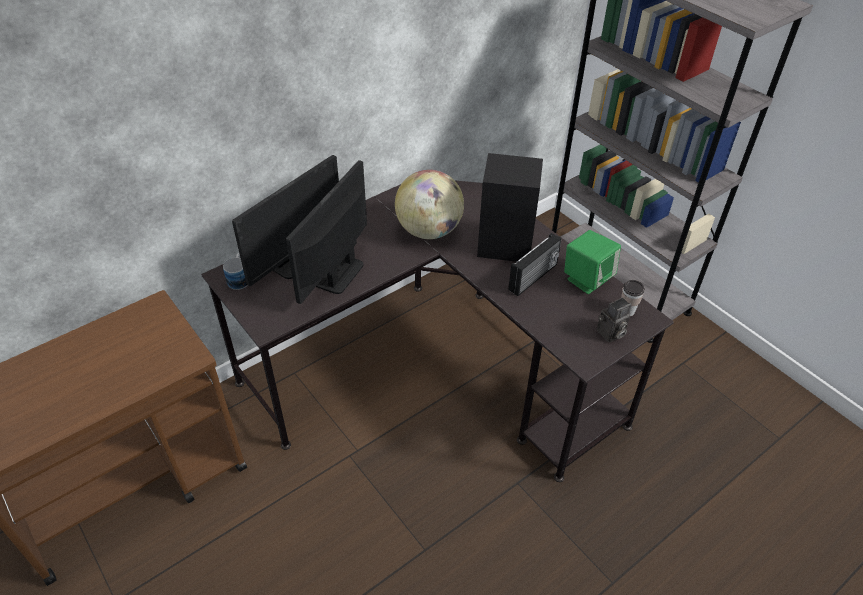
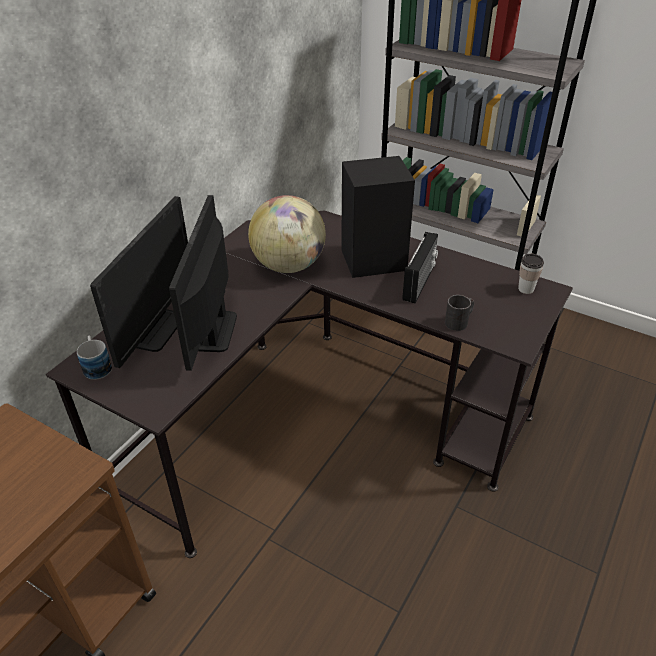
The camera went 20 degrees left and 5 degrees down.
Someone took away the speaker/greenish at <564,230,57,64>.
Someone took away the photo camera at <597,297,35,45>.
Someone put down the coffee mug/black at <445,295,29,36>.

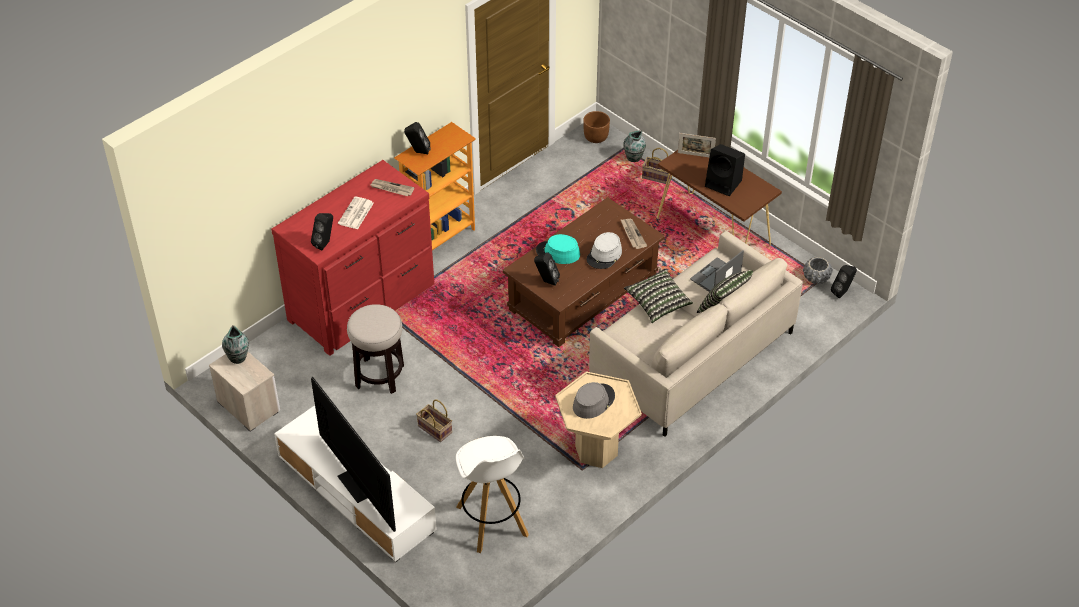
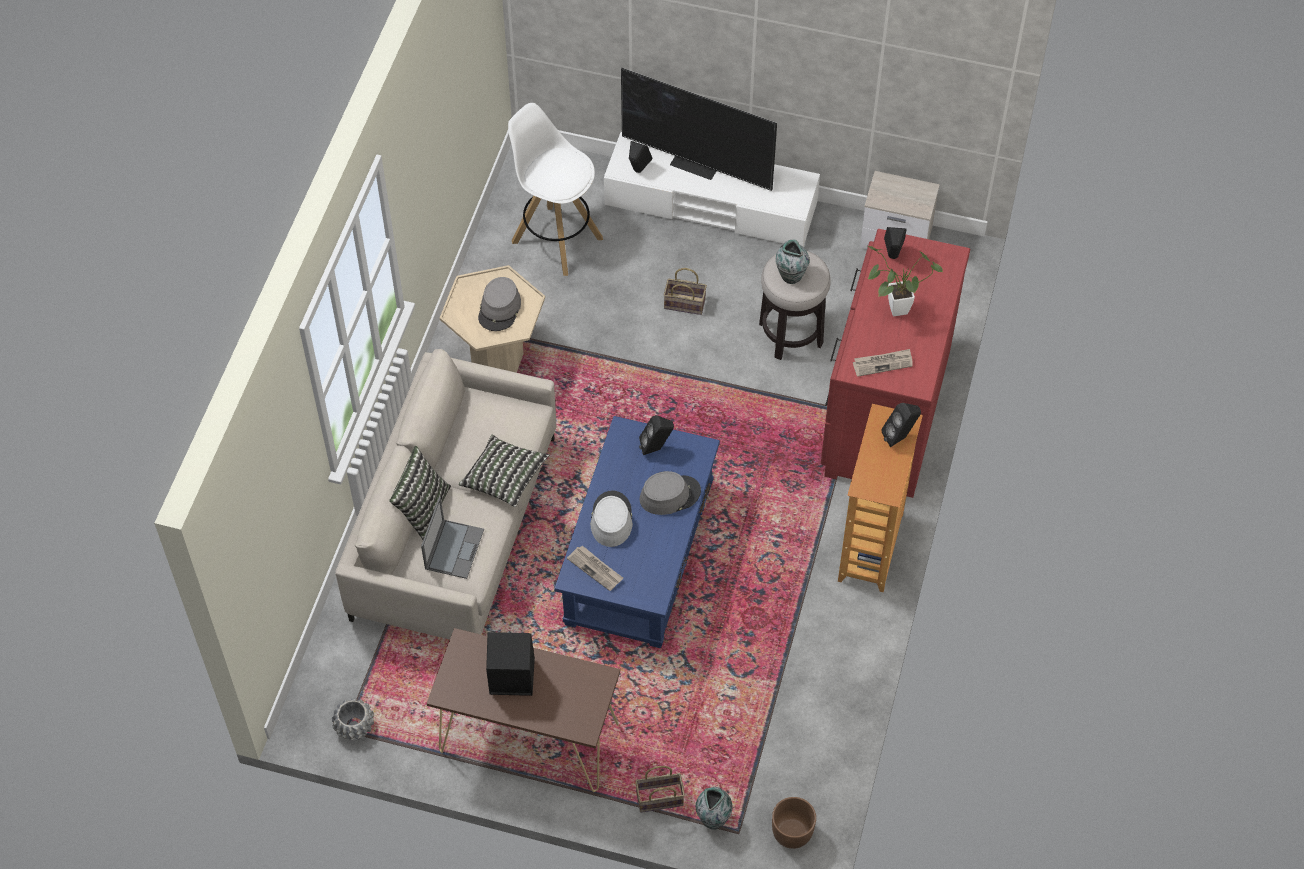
The camera went 150 degrees right and 10 degrees up.
Someone took away the standing frame at <678,133,38,24>.
Someone swapped the printed paper at <338,196,36,33> for the potted plant at <868,246,75,70>.
Someone repainted the lounge table/brown at <503,197,162,150>, which became the lounge table/blue-coloured at <554,416,166,232>.
Someone repainted the clothing hat/turquoise-coloured at <536,234,44,30>, which became the clothing hat/gray at <640,471,61,44>.
Someone carried the speaker/black from <831,265,26,33> to <629,141,23,32>.
Someone carried the flower vase from <222,325,27,39> to <775,240,35,44>.

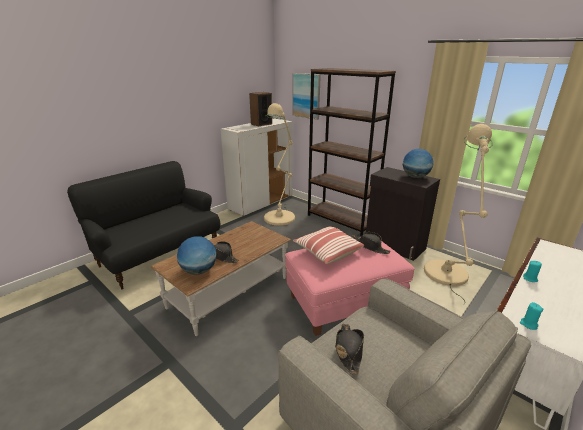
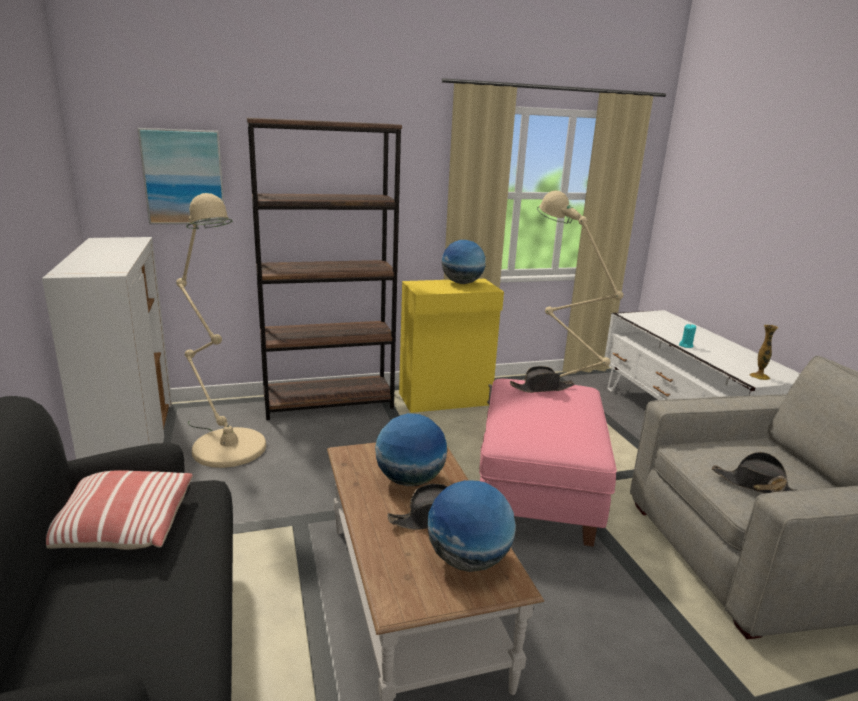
The camera went 60 degrees left and 5 degrees down.
Someone took away the speaker at <249,92,23,35>.
Someone repainted the cabinet/black at <366,167,74,94>, which became the cabinet/yellowish at <399,279,105,134>.
Someone carried the cushion from <293,226,71,38> to <46,470,147,80>.
Someone swapped the wax candle/turquoise-coloured at <520,302,23,28> for the flower vase at <750,325,28,55>.
Someone put down the desk globe at <375,413,72,73>.

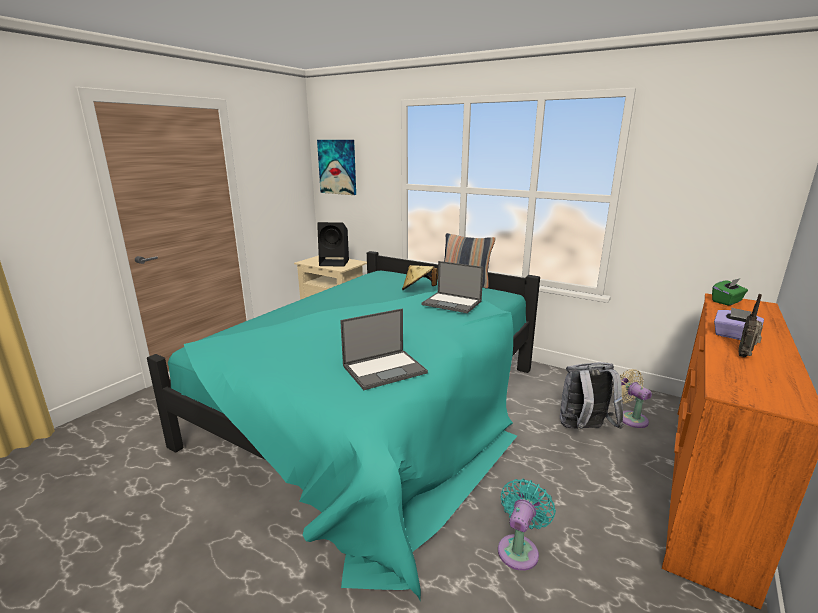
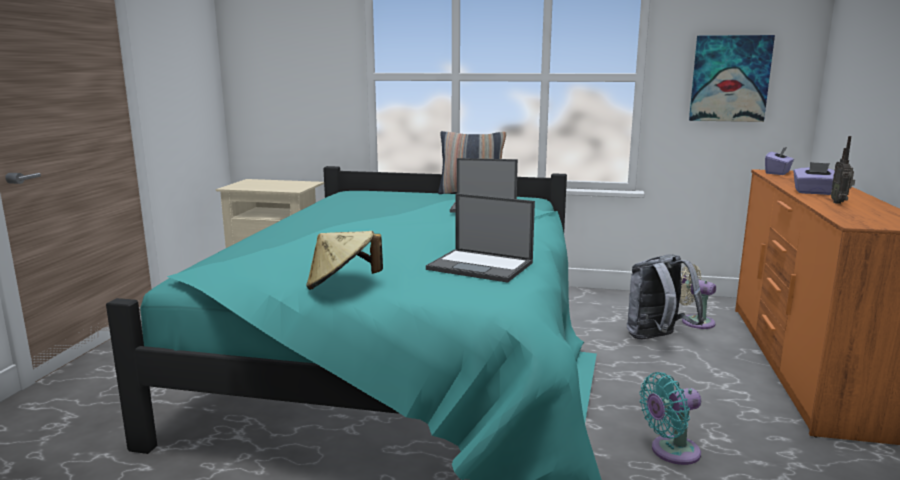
The camera went 20 degrees left and 5 degrees down.
Someone carried the wall art from <317,140,39,55> to <689,35,86,87>.
Someone took away the speaker/black at <317,222,32,44>.
Someone carried the clothing hat/sand-coloured from <402,265,36,25> to <306,231,77,59>.
Someone repainted the tissue box/greenish at <712,278,36,28>, which became the tissue box/purplish at <765,147,29,28>.
Someone rotated the notebook computer at <340,308,88,82> by 75 degrees clockwise.
Someone rotated the fan/turquoise-coloured at <498,479,58,92> by 120 degrees counterclockwise.

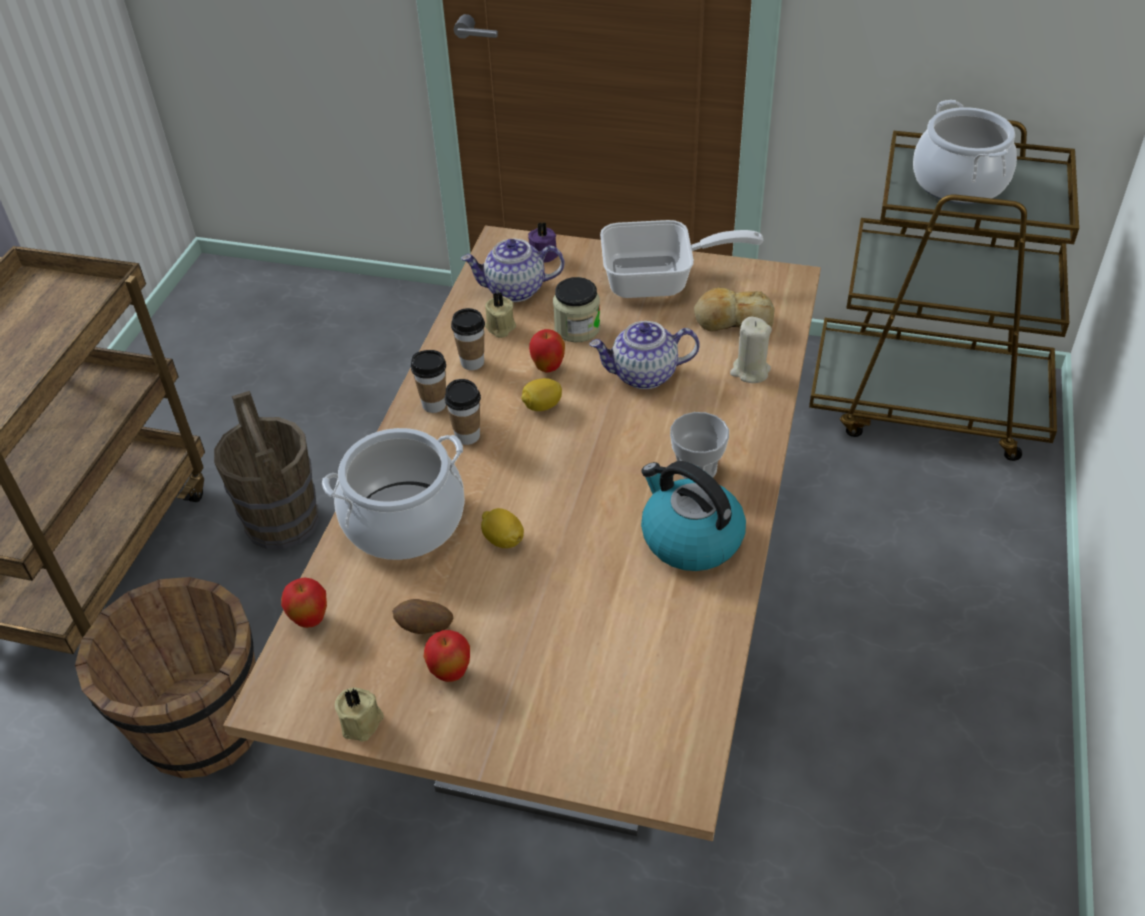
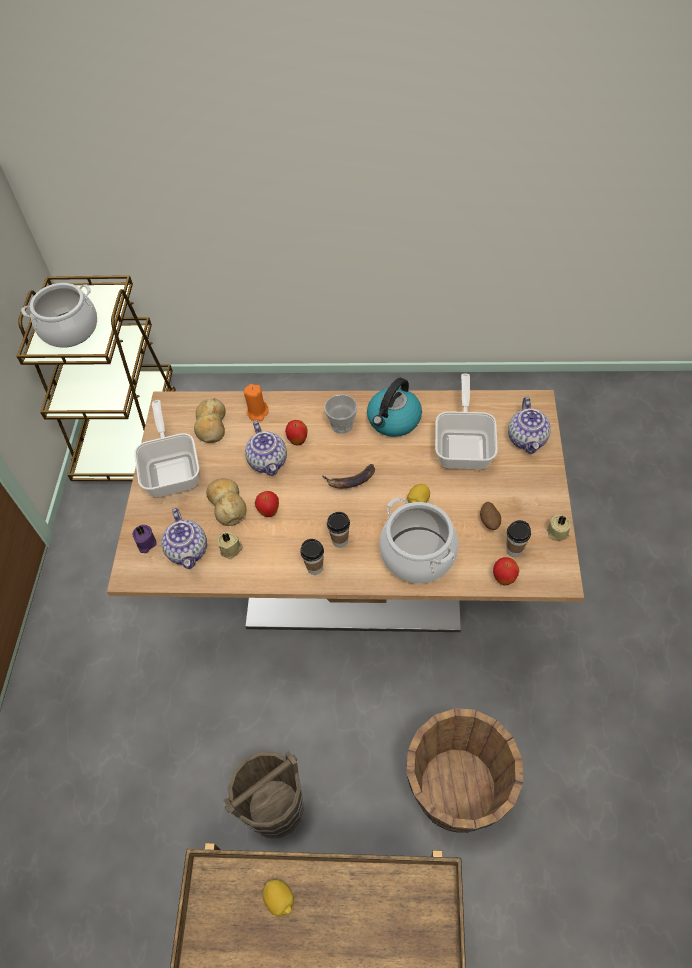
The camera went 100 degrees left and 10 degrees up.
Someone swapped the jar at <553,277,47,65> for the bakery bread at <206,478,40,48>.
Someone carried the small cup from <451,308,34,62> to <506,520,25,37>.
Someone repainted the wax candle/sand-coloured at <730,316,42,67>, which became the wax candle/orange-coloured at <244,384,25,37>.
Someone carried the whole lemon from <521,378,41,33> to <263,880,31,37>.
Someone carried the apple fruit from <423,630,47,52> to <285,420,23,25>.
Someone put down the frying pan at <435,374,63,95>.
Someone put down the pot for tea at <508,397,43,57>.
Someone put down the banana fruit at <323,464,52,24>.

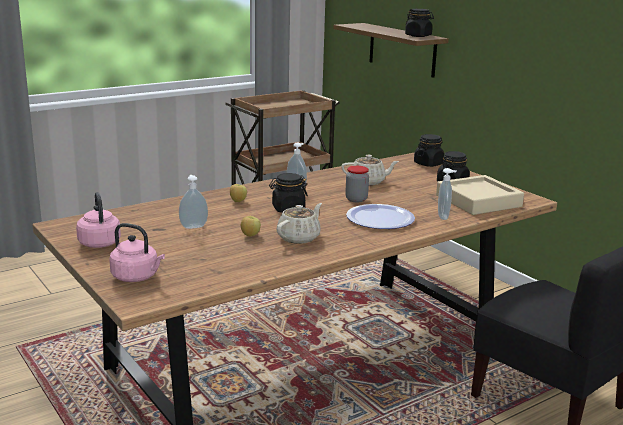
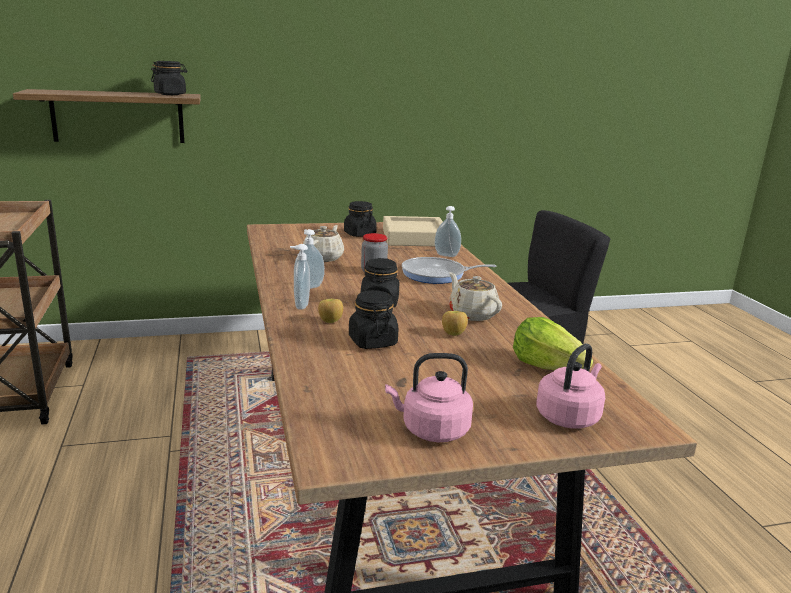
The camera went 70 degrees left and 0 degrees up.
Someone carried the jar/black from <414,134,30,33> to <349,290,49,59>.
Someone carried the soap bottle from <179,175,29,54> to <290,244,20,66>.
Someone swapped the flat dish at <346,204,69,25> for the frying pan at <402,257,94,27>.
Someone put down the lettuce head at <513,317,80,53>.

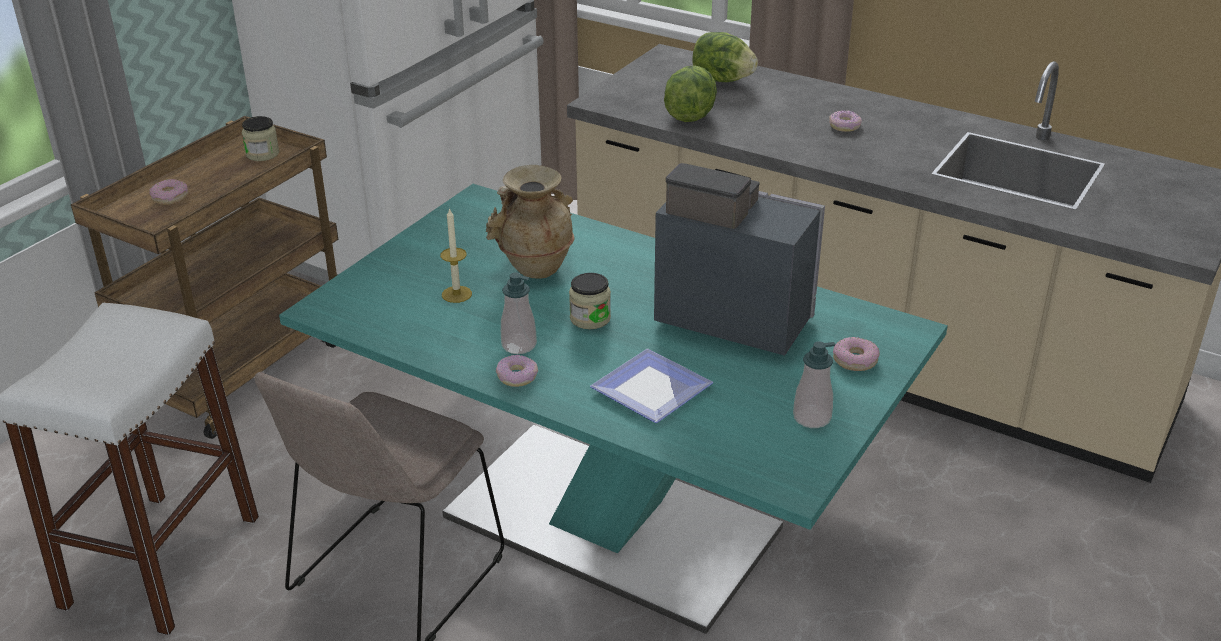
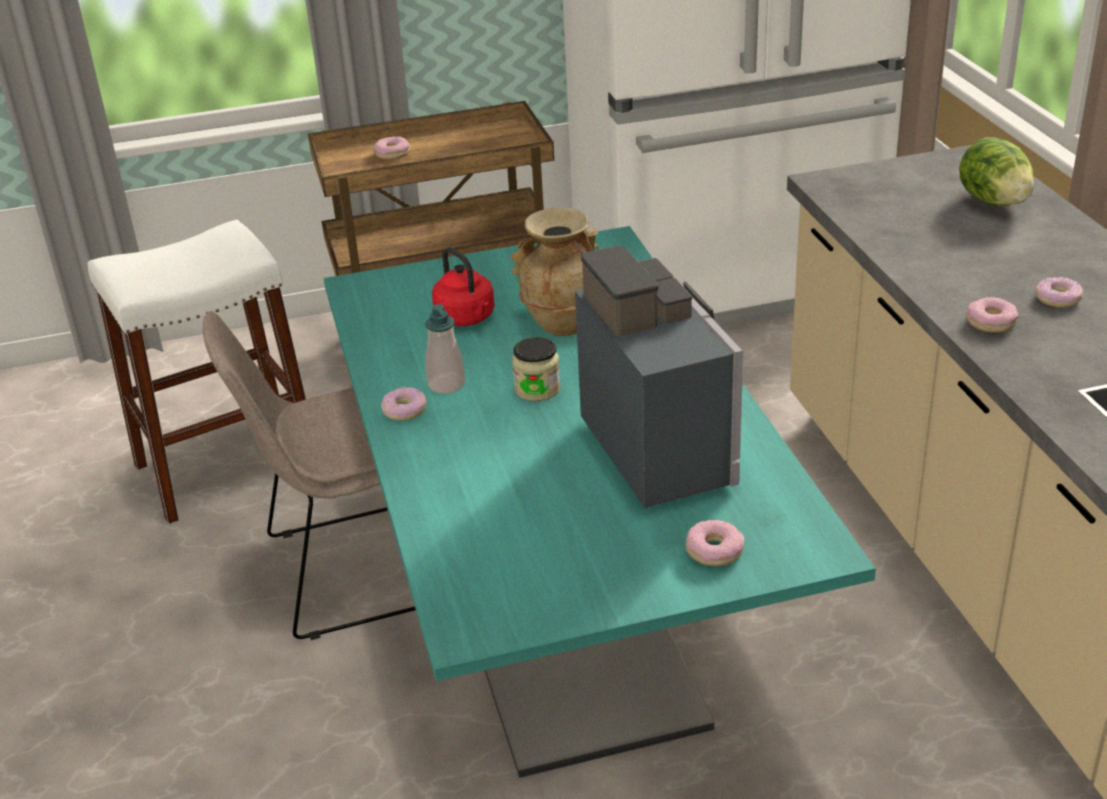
The camera went 45 degrees right and 0 degrees up.
Someone took away the lettuce head at <664,65,53,57>.
Someone took away the jar at <242,116,37,45>.
Someone swapped the wax candle at <440,207,32,96> for the tea kettle/red at <432,247,62,79>.
Someone took away the soap bottle at <793,341,43,87>.
Someone took away the flat dish at <590,349,123,74>.
Someone put down the ring doughnut at <966,297,53,36>.

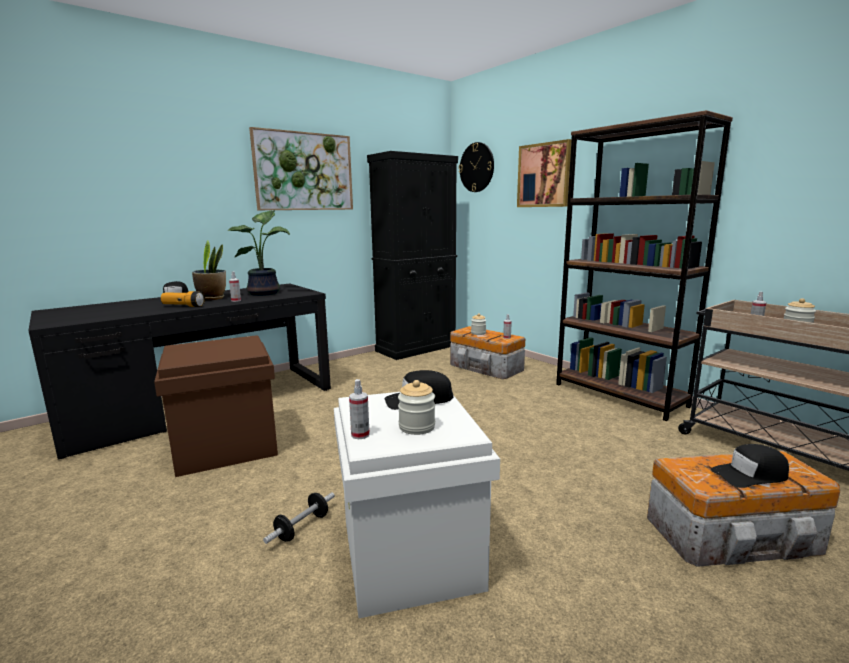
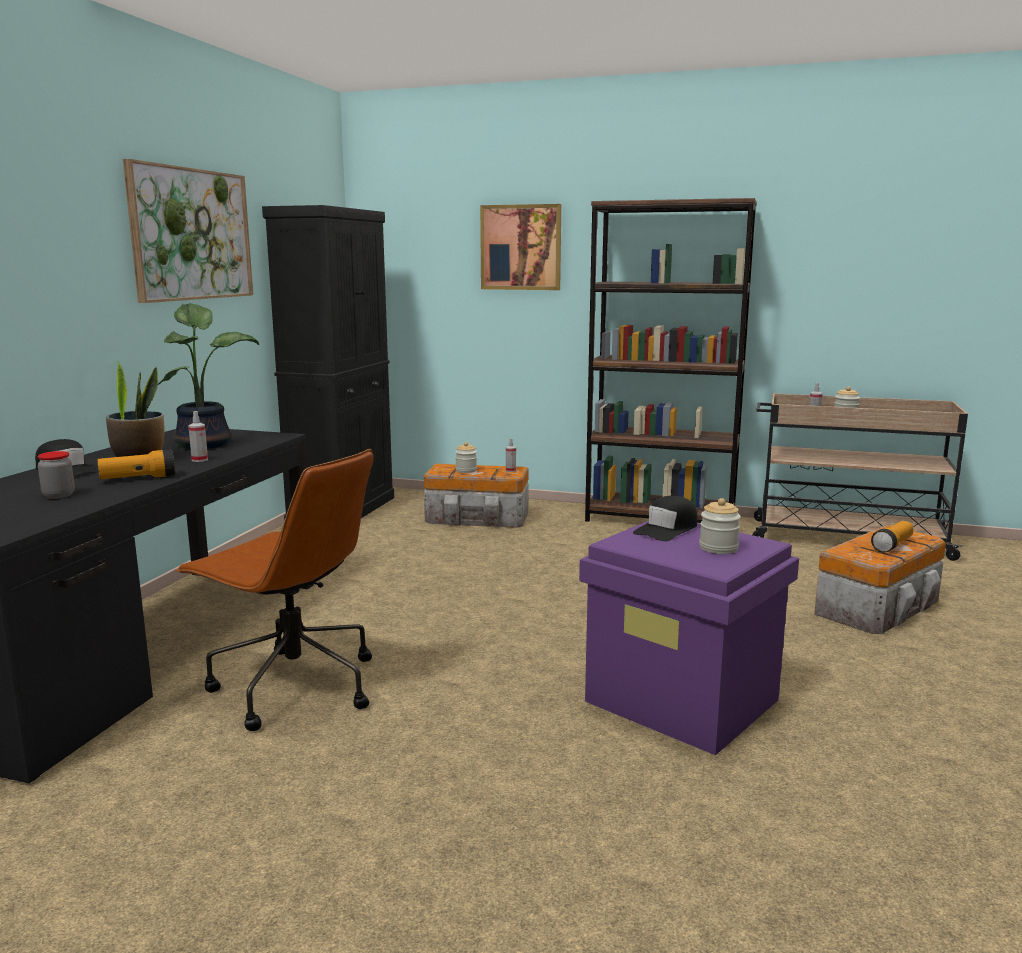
The camera went 35 degrees left and 0 degrees up.
Someone took away the clock on the wall at <459,142,35,50>.
Someone swapped the storage bin/brown at <154,335,124,142> for the desk chair/brown at <176,449,197,282>.
Someone took away the hand sprayer at <349,379,21,60>.
Someone repainted the storage bin/white at <334,392,166,226>, which became the storage bin/purplish at <579,521,220,234>.
Someone swapped the peaked cap/black at <711,444,78,44> for the flashlight at <871,521,43,32>.
Someone took away the hand weight at <263,492,72,52>.
Someone put down the jar at <38,451,37,48>.

